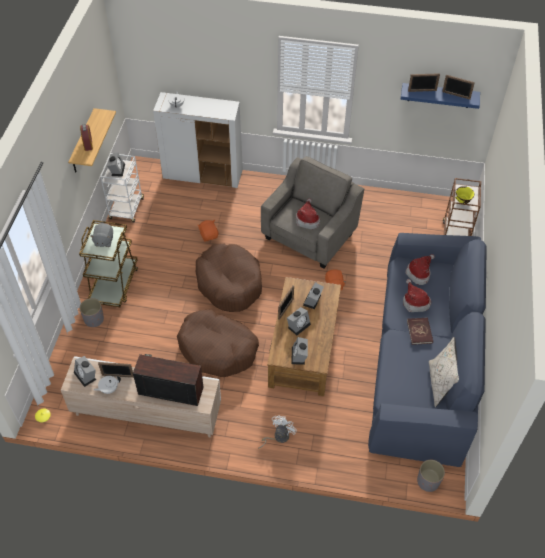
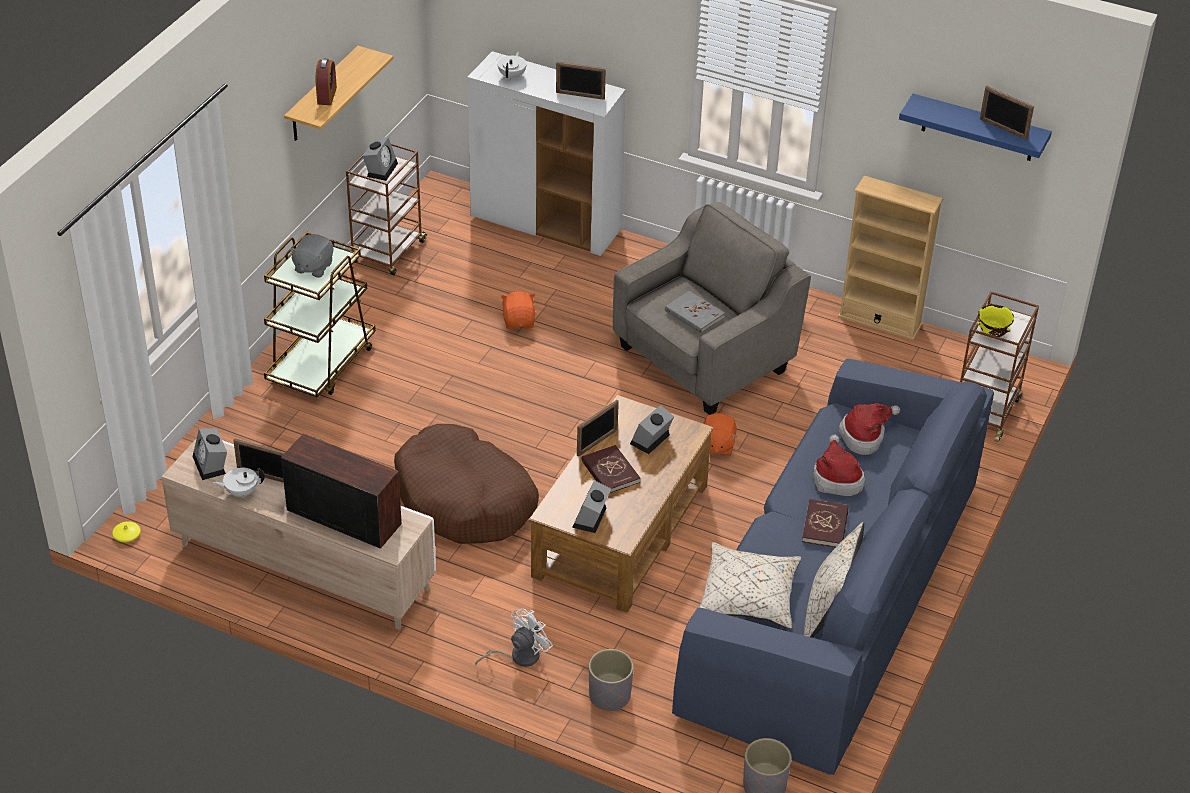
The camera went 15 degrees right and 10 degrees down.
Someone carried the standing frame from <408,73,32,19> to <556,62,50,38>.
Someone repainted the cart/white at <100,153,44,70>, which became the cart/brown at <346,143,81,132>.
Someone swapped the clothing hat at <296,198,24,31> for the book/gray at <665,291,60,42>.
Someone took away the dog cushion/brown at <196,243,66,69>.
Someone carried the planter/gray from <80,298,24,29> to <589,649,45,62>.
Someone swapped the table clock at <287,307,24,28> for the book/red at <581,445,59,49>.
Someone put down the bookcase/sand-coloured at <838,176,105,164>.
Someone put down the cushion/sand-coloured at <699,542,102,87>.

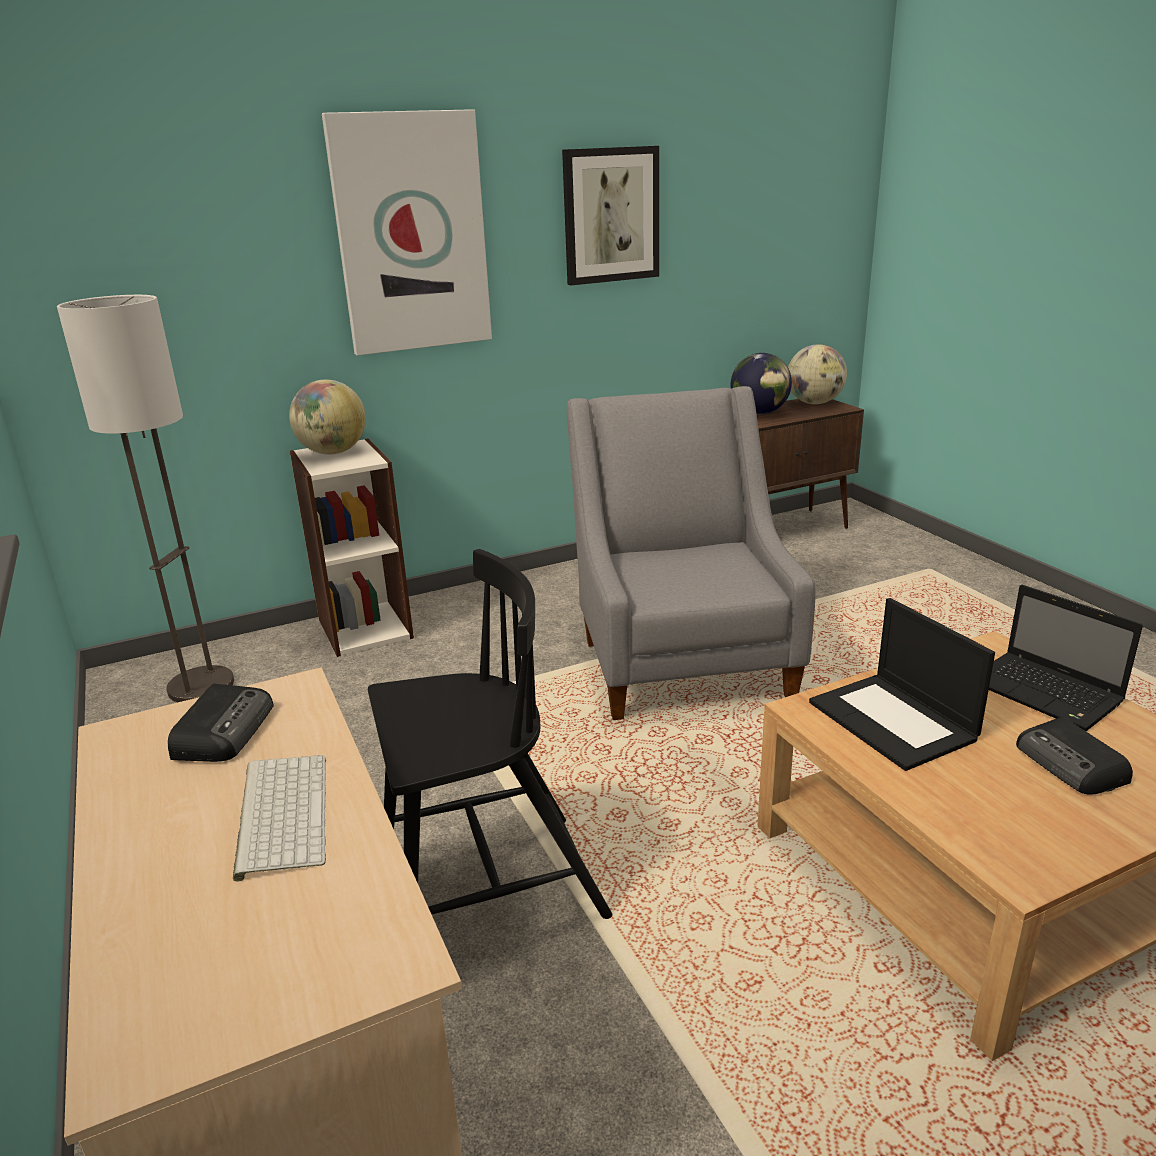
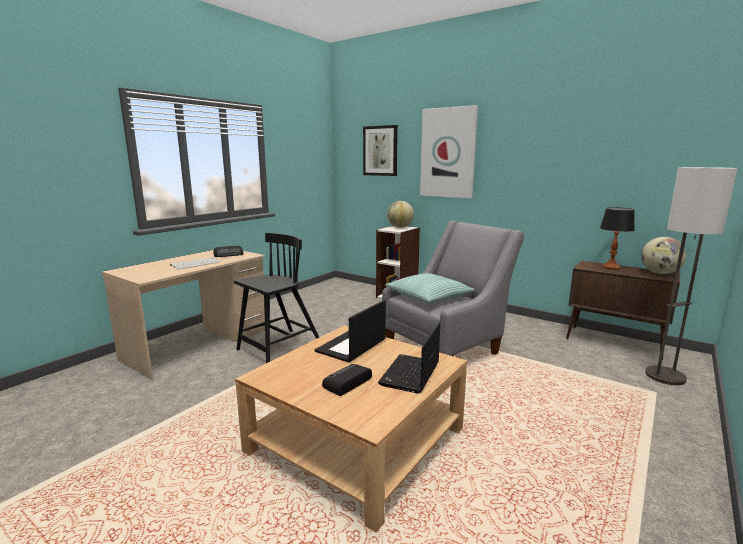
The camera went 60 degrees right and 10 degrees down.
Someone carried the wall art from <562,146,97,140> to <363,125,35,51>.
Someone carried the standard lamp from <57,295,177,407> to <645,167,92,218>.
Someone swapped the desk globe at <731,353,61,61> for the tabletop lamp at <600,207,35,62>.
Someone rotated the upright chair/black at <368,549,244,370> by 90 degrees counterclockwise.
Someone put down the cushion at <385,273,90,31>.

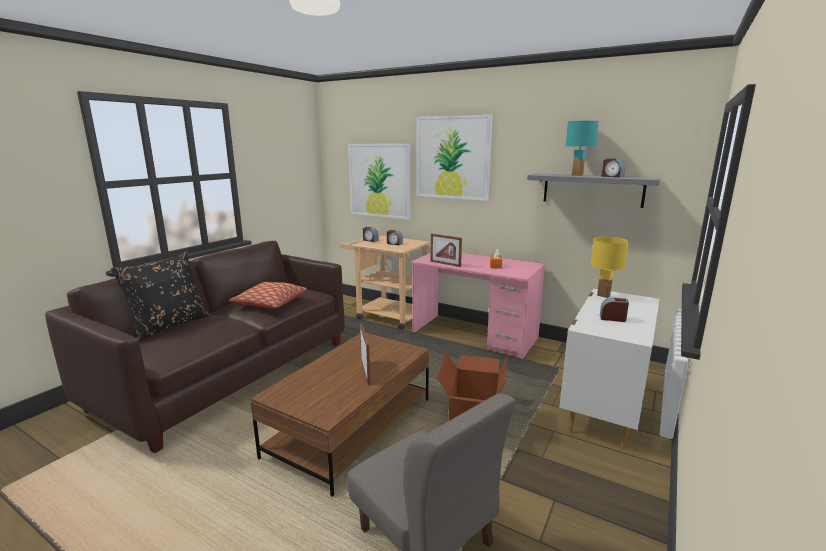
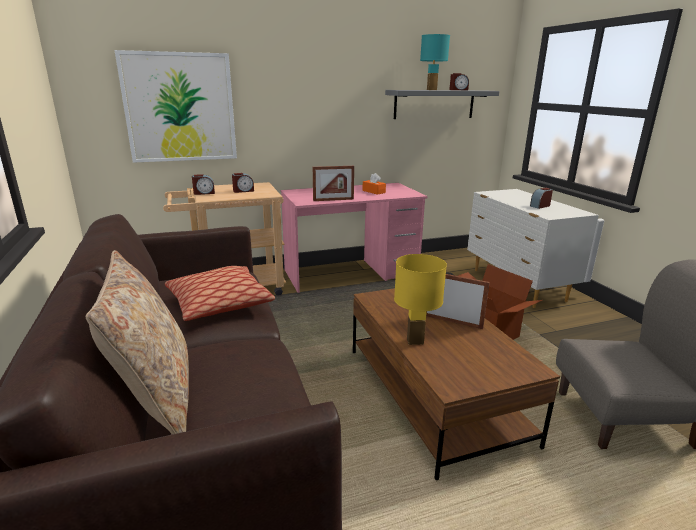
The camera went 50 degrees left and 5 degrees up.
Someone took away the wall art at <416,115,77,86>.
Someone carried the tabletop lamp/yellowish from <590,237,39,61> to <394,254,53,91>.
Someone repainted the cushion/black at <111,252,99,90>, which became the cushion/sand-coloured at <86,250,103,184>.

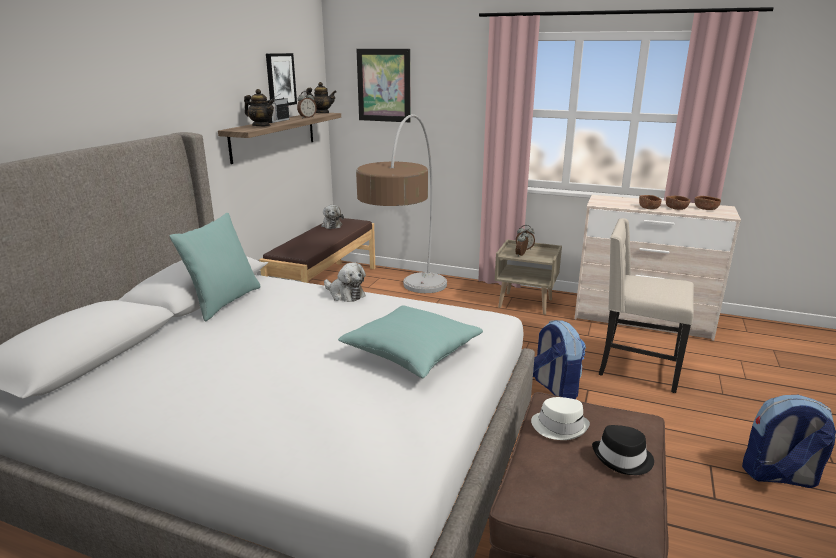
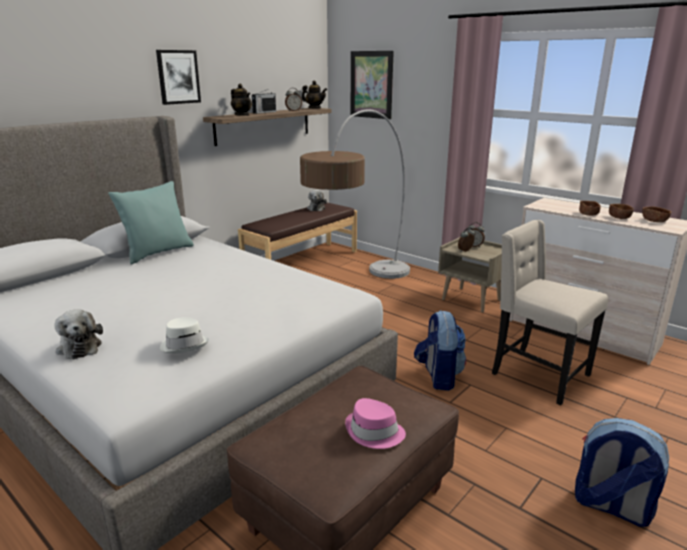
The camera went 20 degrees right and 0 degrees up.
Someone carried the wall art from <266,53,31,52> to <156,50,45,55>.
Someone carried the cuddly toy from <324,262,42,40> to <54,310,49,49>.
Someone took away the cushion/turquoise-coloured at <338,305,145,73>.
Someone carried the clothing hat/white from <531,397,59,43> to <160,317,49,37>.
Someone repainted the clothing hat/black at <592,425,62,50>, which became the clothing hat/pink at <345,398,61,51>.

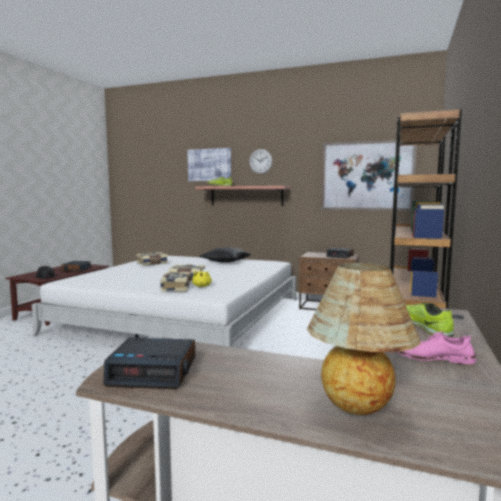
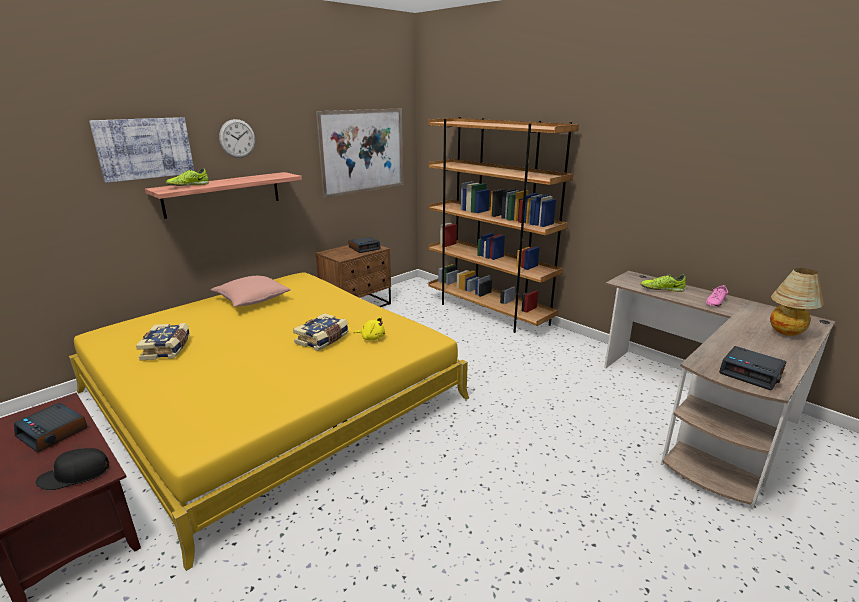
The camera went 65 degrees left and 15 degrees up.
Someone repainted the cushion/black at <199,247,52,16>, which became the cushion/pink at <211,276,80,31>.
Someone repainted the bed/white at <32,256,265,91>, which became the bed/yellowish at <69,272,400,299>.
Someone took away the book at <160,272,30,20>.
Someone rotated the table clock at <103,338,92,51> by 105 degrees clockwise.

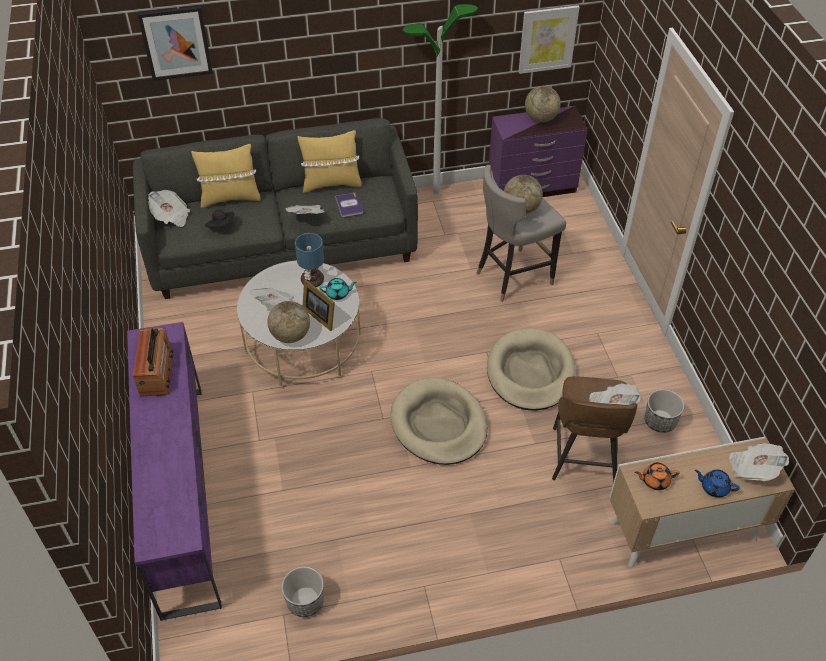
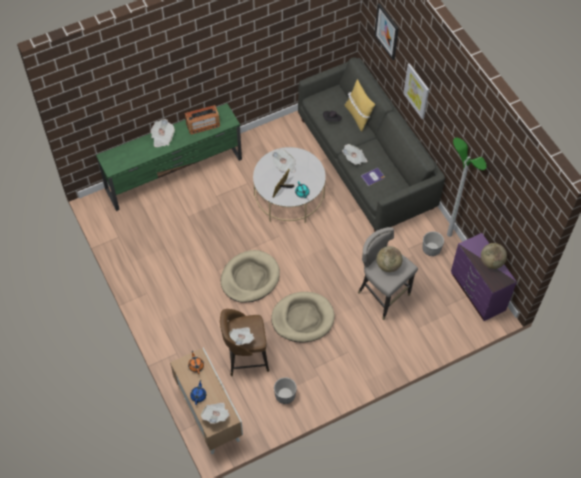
The camera went 75 degrees right and 10 degrees up.
Someone carried the wall art from <519,5,60,69> to <403,63,26,56>.
Someone took away the cushion/yellowish at <297,130,65,63>.
Someone carried the printed paper from <148,190,42,37> to <151,119,24,28>.
Someone took away the tabletop lamp at <295,233,29,54>.
Someone took away the desk globe at <268,301,42,42>.
Someone repainted the media console/purplish at <127,322,95,299>, which became the media console/greenish at <96,103,146,108>.
Someone carried the planter from <281,566,43,51> to <422,231,22,25>.

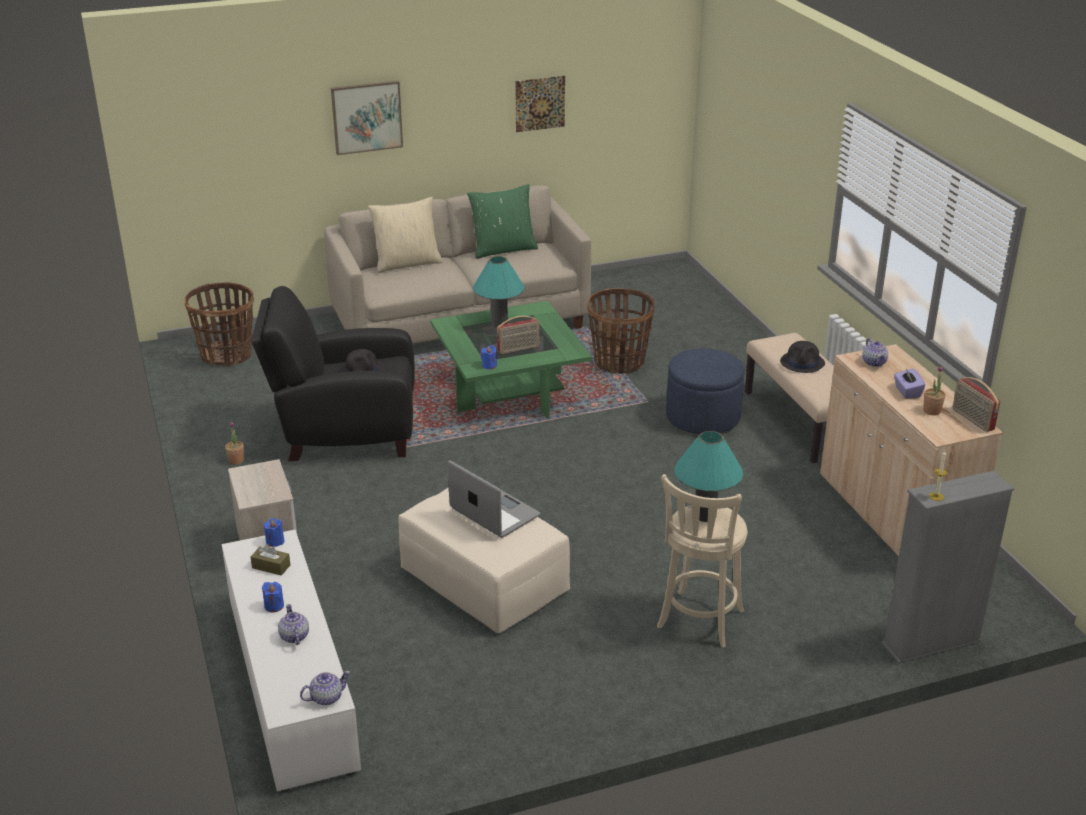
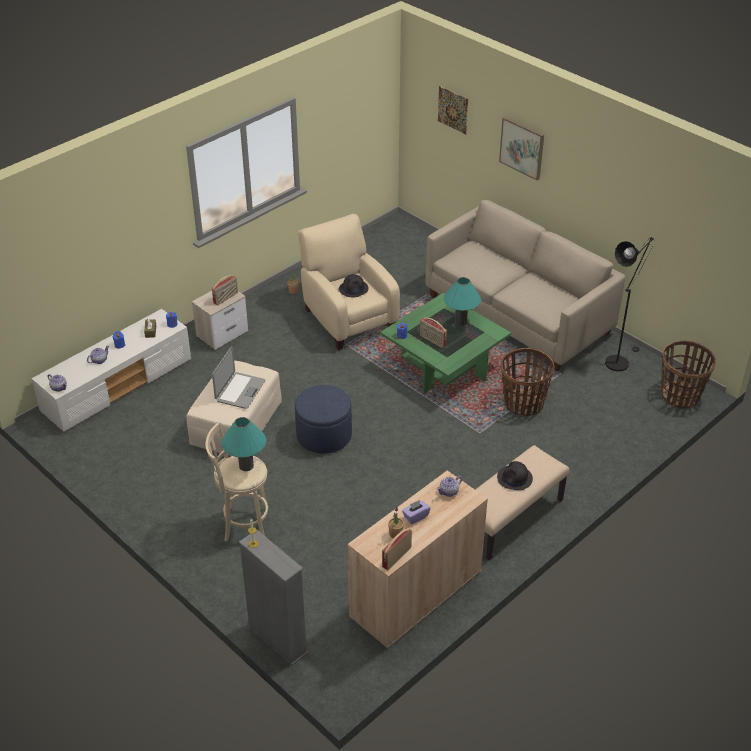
The camera went 65 degrees right and 10 degrees up.
Someone carried the wall art from <515,76,50,56> to <438,86,30,48>.
Someone took away the cushion/greenish at <467,184,71,75>.
Someone took away the cushion/sand-coloured at <368,197,75,76>.
Someone carried the household basket from <184,282,70,84> to <661,341,55,68>.
Someone repainted the armchair/black at <251,286,164,175>, which became the armchair/sand-coloured at <298,214,102,136>.
Someone carried the pouffe/blue-coloured from <666,348,79,86> to <295,385,57,69>.
Someone put down the standard lamp/black at <605,237,50,135>.
Someone put down the radio set at <212,275,26,30>.

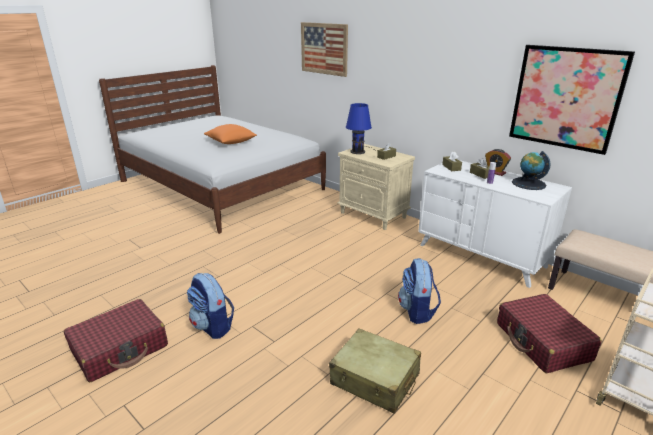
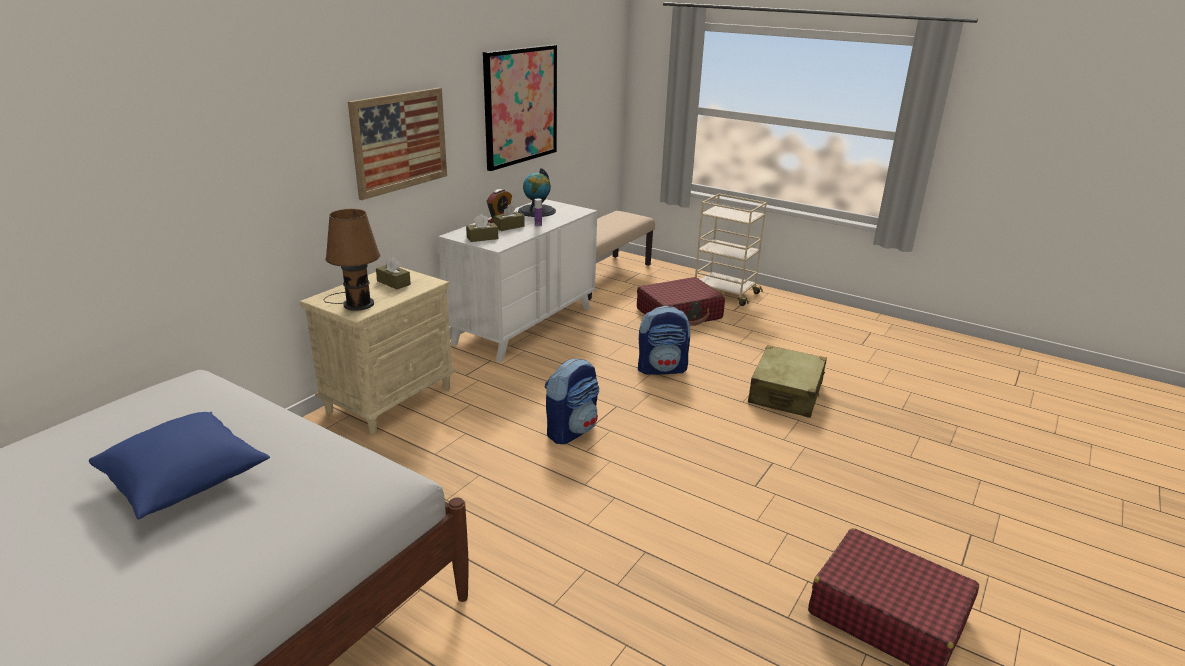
The camera went 100 degrees left and 0 degrees up.
Someone carried the wall art from <301,22,47,55> to <348,88,99,112>.
Someone repainted the tabletop lamp/blue-coloured at <346,103,32,51>, which became the tabletop lamp/brown at <323,209,57,102>.
Someone repainted the cushion/orange-coloured at <204,124,53,20>, which became the cushion/blue-coloured at <89,412,181,108>.
Someone carried the backpack from <187,273,47,66> to <545,358,54,86>.

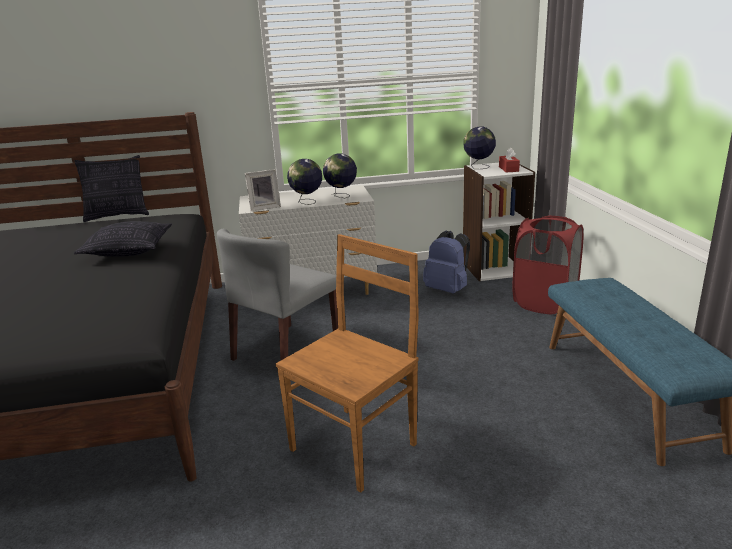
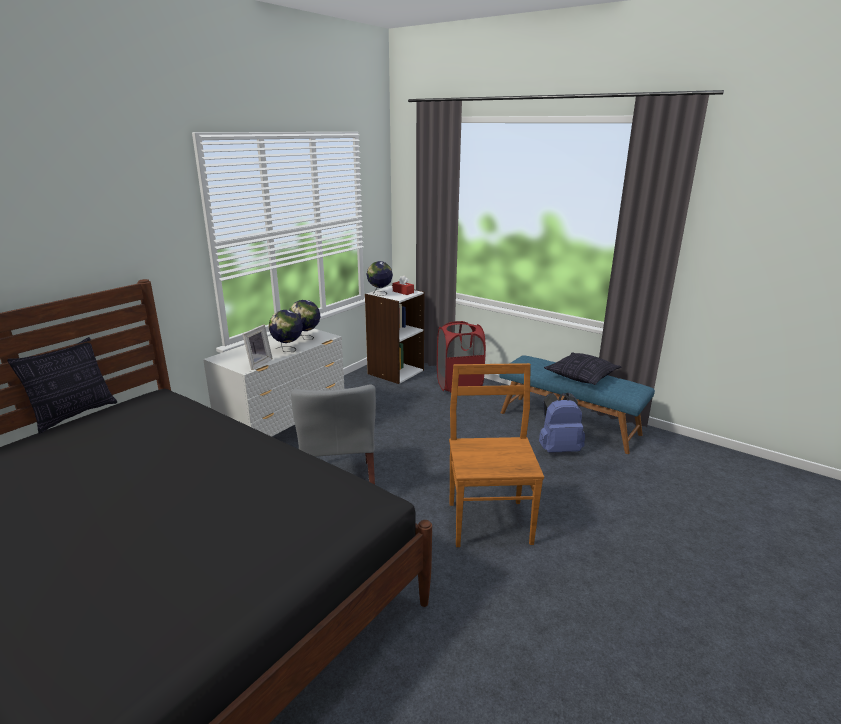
The camera went 45 degrees left and 0 degrees up.
Someone carried the cushion from <74,221,98,36> to <544,352,77,33>.
Someone carried the backpack/blue-coloured from <423,231,47,63> to <539,393,46,60>.

